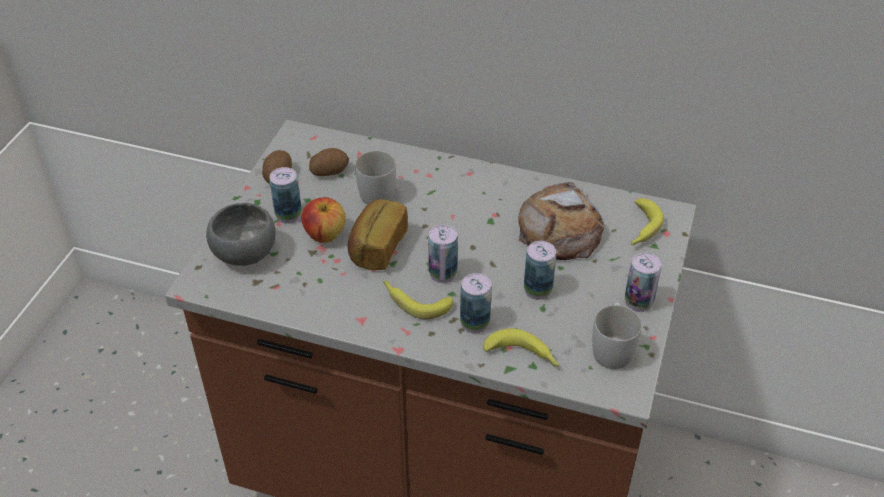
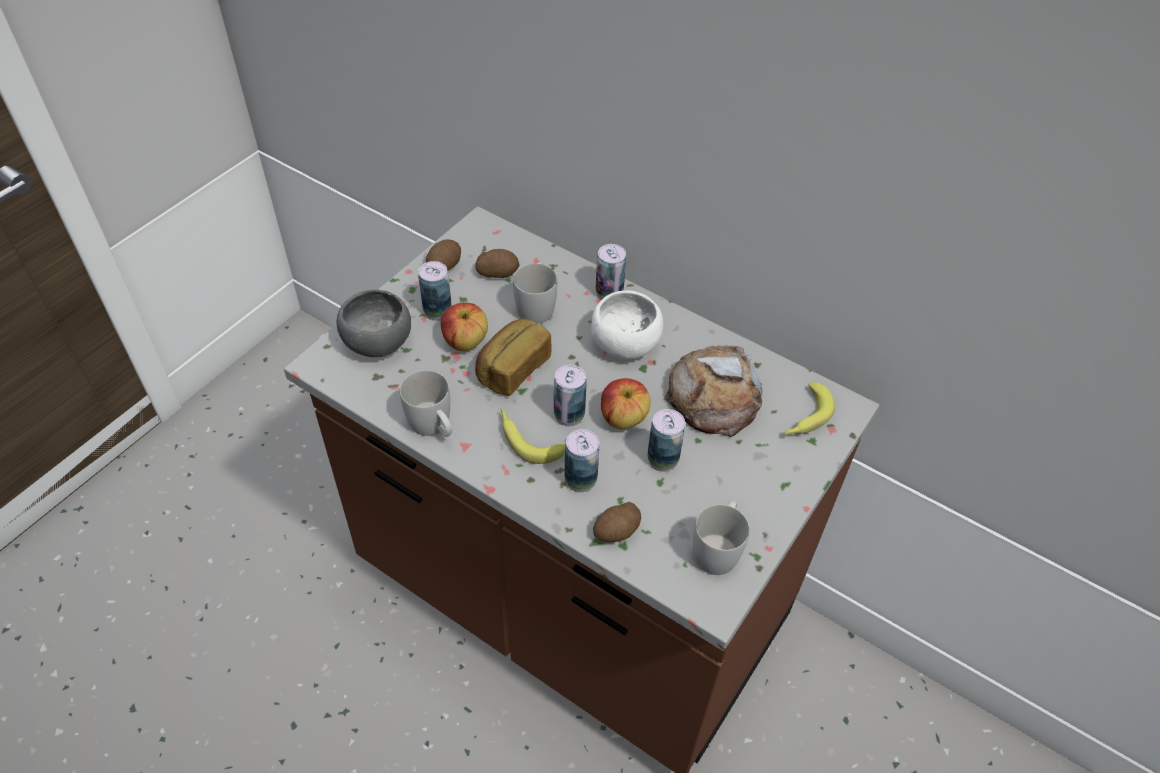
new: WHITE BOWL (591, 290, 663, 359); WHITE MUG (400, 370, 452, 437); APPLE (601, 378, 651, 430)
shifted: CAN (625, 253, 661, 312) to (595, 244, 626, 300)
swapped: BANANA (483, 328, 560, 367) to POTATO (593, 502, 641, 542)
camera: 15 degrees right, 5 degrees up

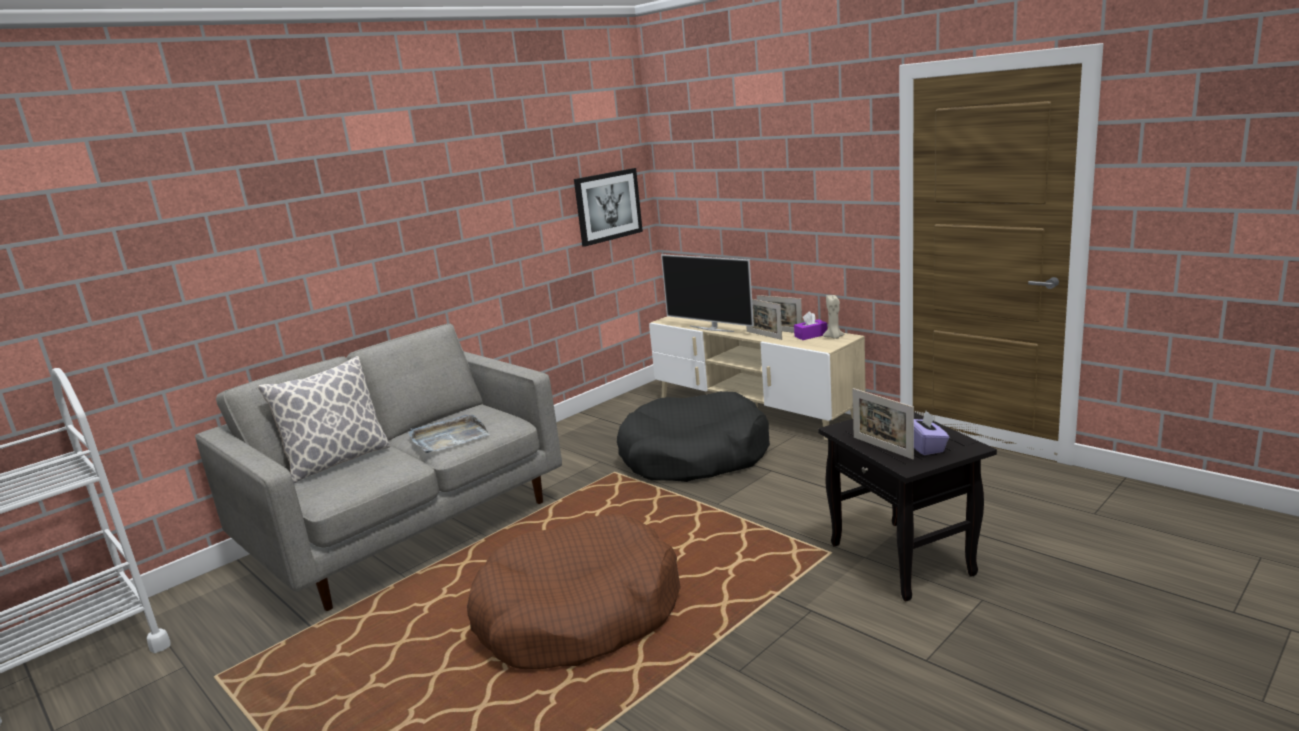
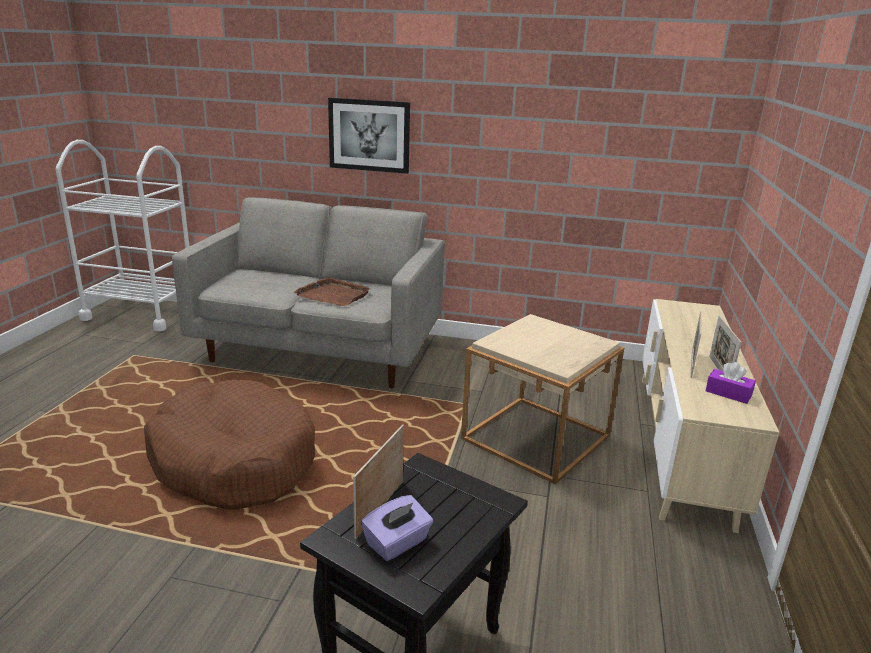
gone: TELEVISION (661, 254, 754, 332); BEIGE CANDLE (823, 295, 844, 339); PILLOW (258, 356, 391, 483)
shifted: PICTURE (574, 168, 643, 247) to (328, 98, 410, 174)
swapped: BLACK DOG BED (617, 391, 770, 482) to BEIGE SIDE TABLE (461, 314, 624, 484)
repainted: GREY TRAY (408, 415, 490, 453) to BROWN TRAY (294, 277, 370, 306)
camera: 55 degrees right, 5 degrees up

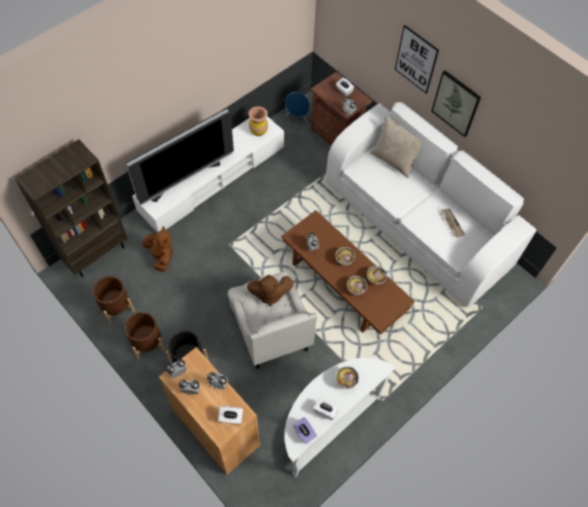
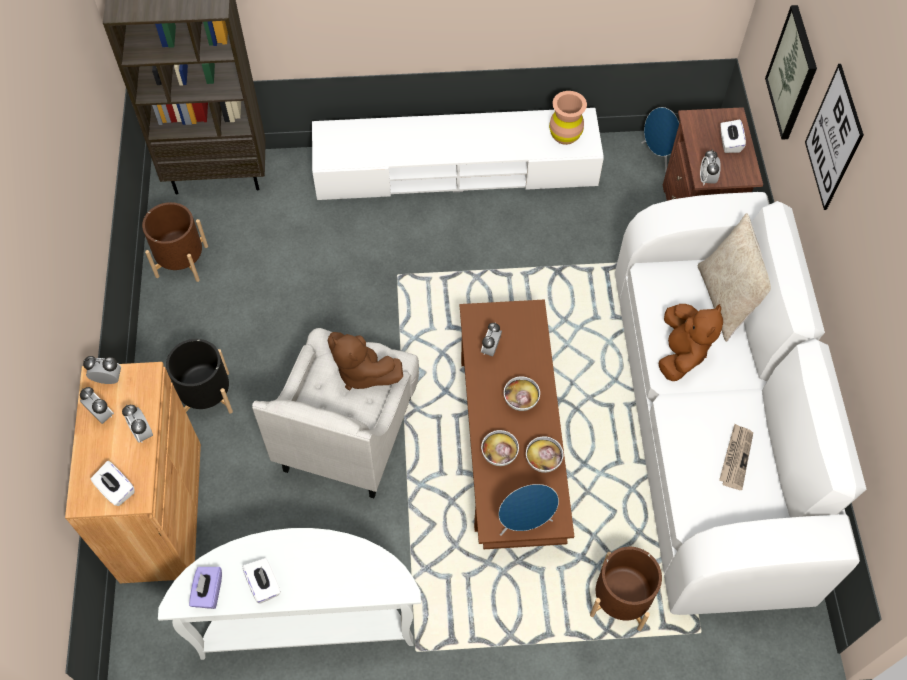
gone: TELEVISION (125, 108, 234, 205); BOWL (336, 366, 359, 389)
new: BLUE SPEAKER (498, 484, 559, 536)
shifted: PICTURE (431, 70, 481, 137) to (765, 5, 817, 140); BROWN PLUSH TOY (142, 227, 173, 272) to (658, 304, 723, 381); BROWN PLANTER (125, 312, 165, 359) to (590, 547, 662, 631)
camera: 40 degrees right, 0 degrees up

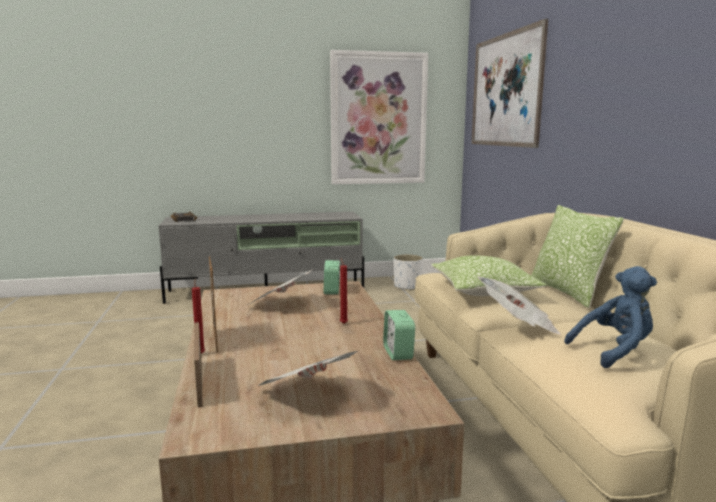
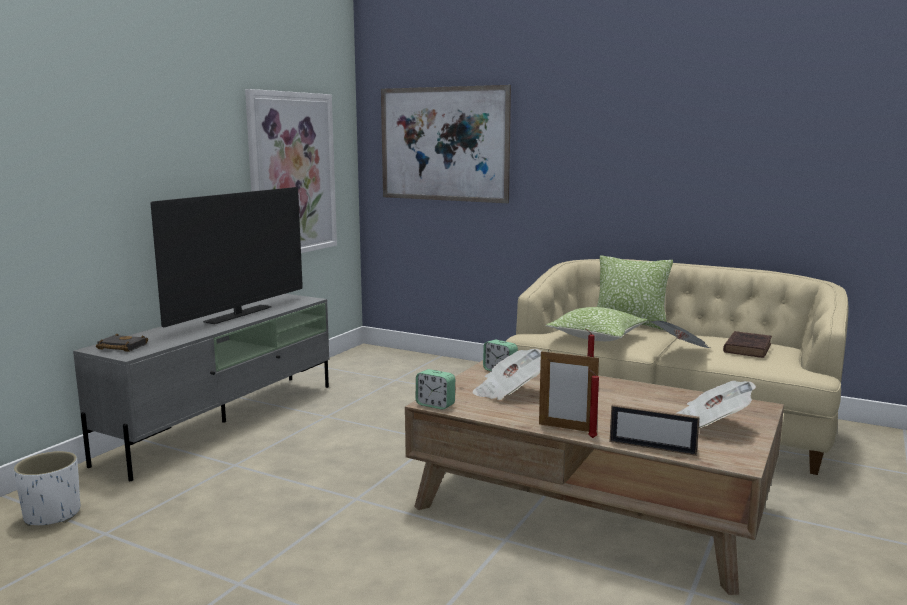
new: TELEVISION (150, 187, 303, 327)
shifted: WHITE PLANTER (393, 254, 423, 291) to (13, 451, 80, 526); ALARM CLOCK (383, 310, 415, 360) to (416, 369, 455, 410)
swapped: BLUE PLUSH TOY (564, 266, 657, 368) to BROWN BOOK (723, 331, 772, 358)
camera: 50 degrees left, 0 degrees up

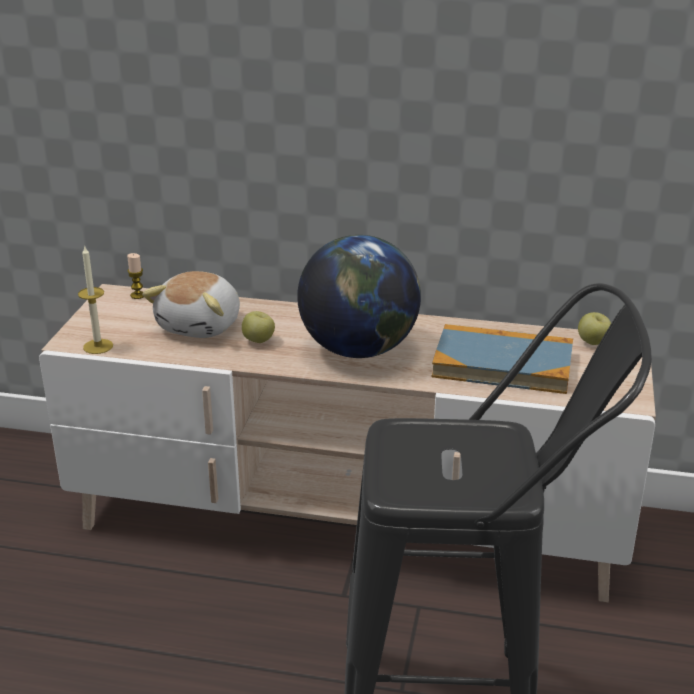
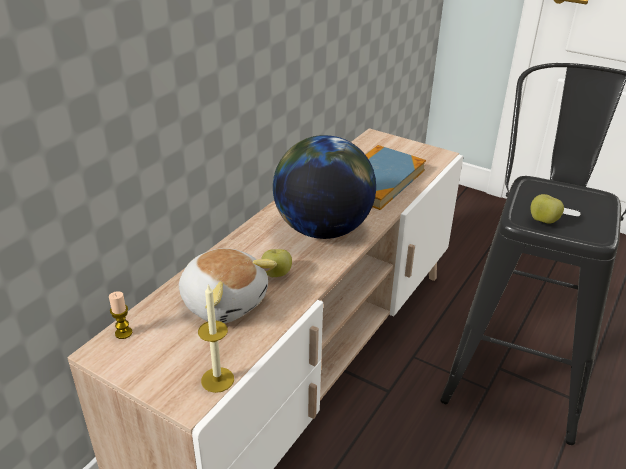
shifted: APPLE (578, 312, 611, 345) to (531, 194, 564, 224)
camera: 70 degrees left, 5 degrees up

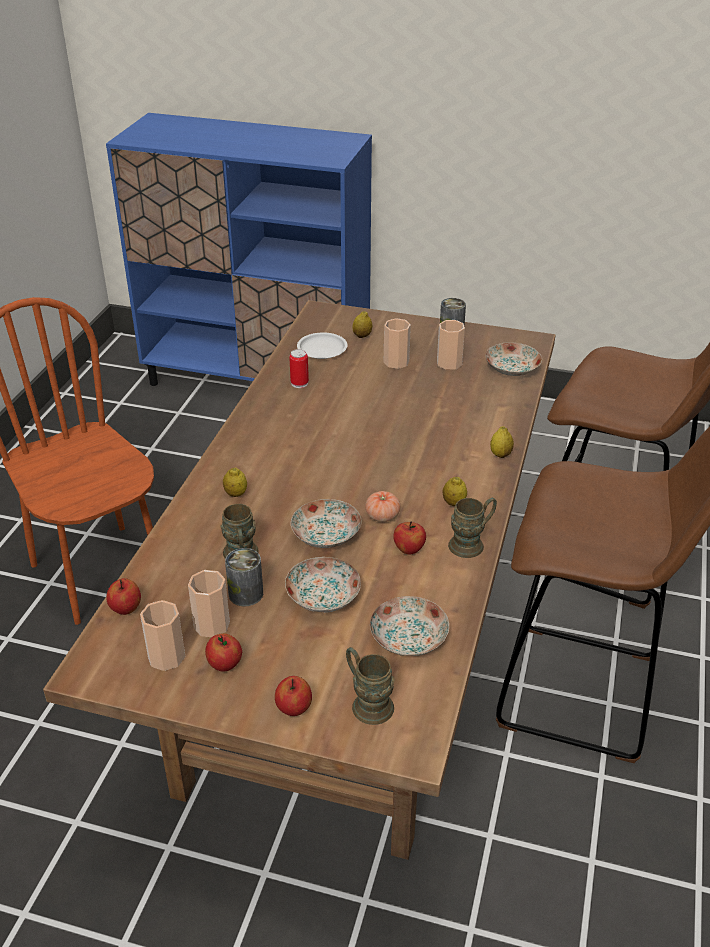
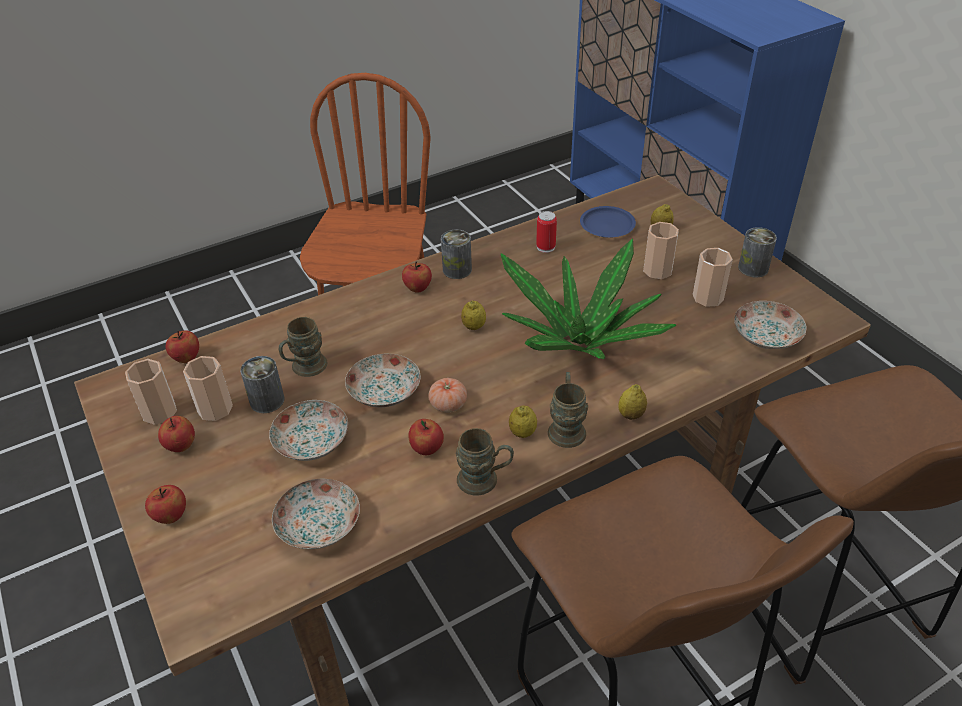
new: CAN (441, 229, 472, 279); POTTED PLANT (501, 238, 677, 359); APPLE (402, 261, 432, 293)
shifted: LEMON (223, 468, 247, 497) to (461, 300, 486, 330); BROWN MUG (346, 647, 395, 725) to (548, 372, 588, 448)
repainted: WHITE PLATE (297, 332, 348, 359) to BLUE PLATE (580, 206, 636, 238)
camera: 45 degrees right, 5 degrees up

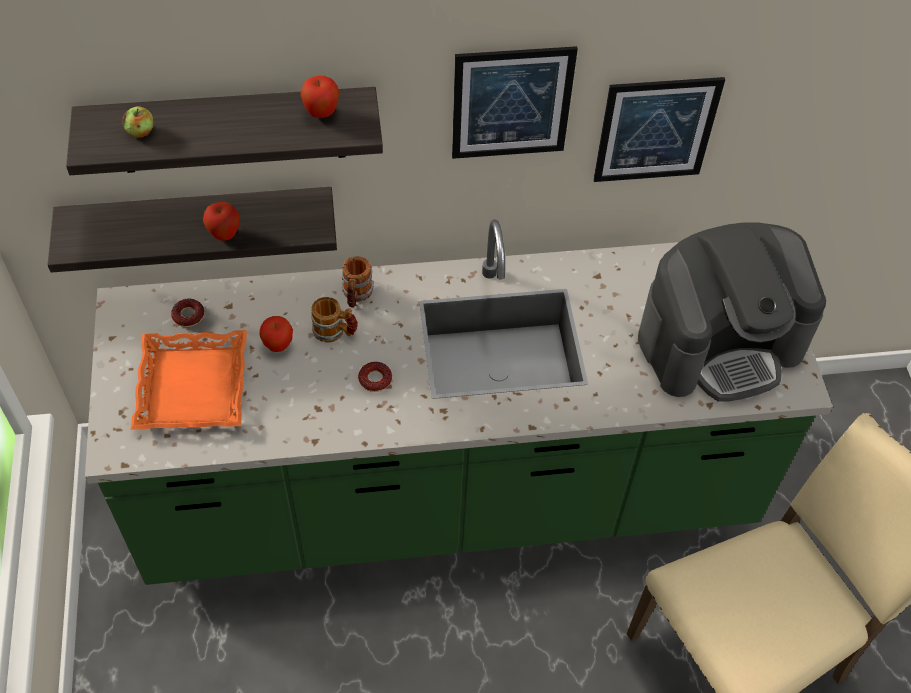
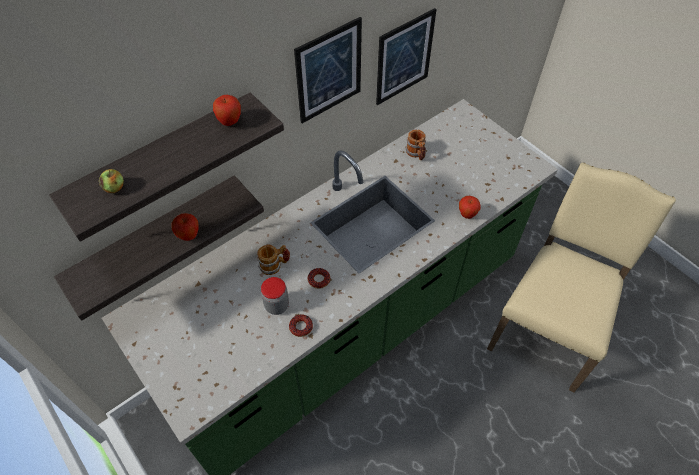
gone: COFFEE MACHINE (638, 222, 826, 402); ORANGE TRAY (130, 330, 247, 430)
new: JAR (261, 277, 289, 315)
shifted: MUG (342, 256, 374, 307) to (405, 129, 426, 160); DONUT (171, 299, 204, 327) to (289, 315, 313, 337); APPLE (259, 316, 293, 352) to (459, 196, 481, 219)
camera: 30 degrees left, 0 degrees up

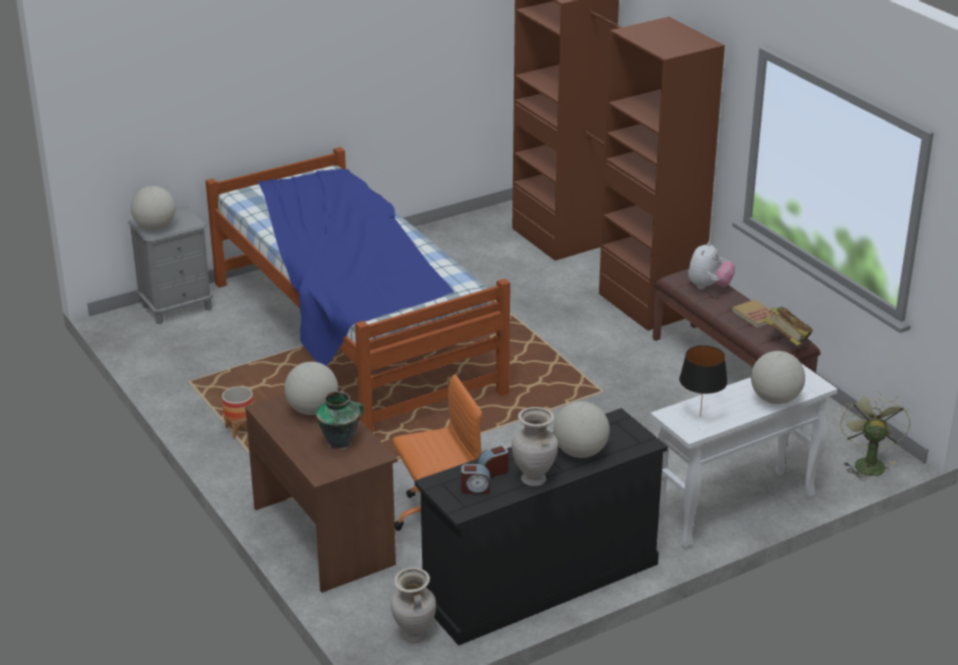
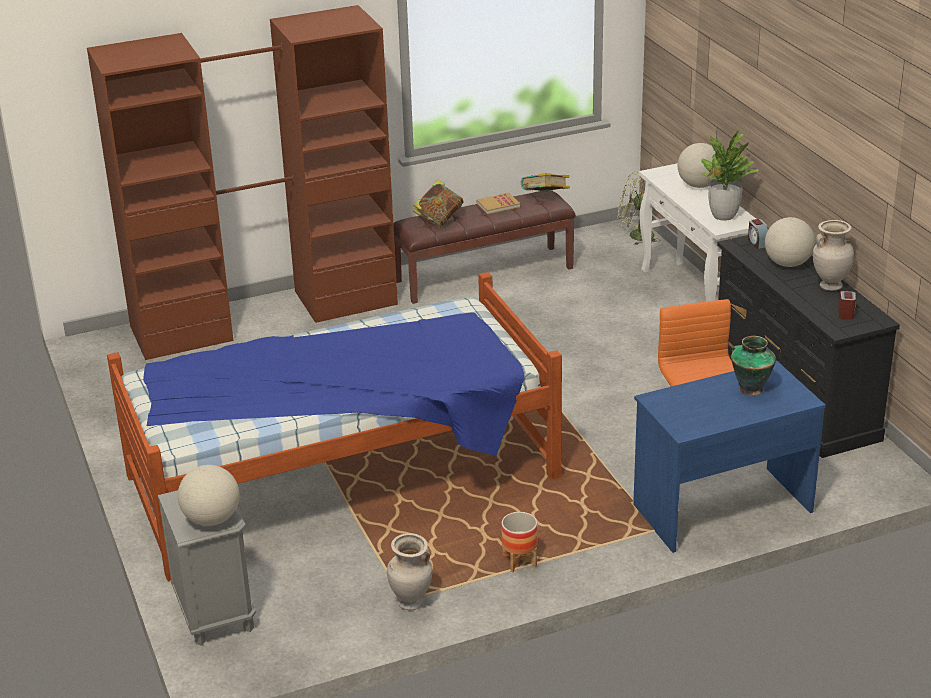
gone: GLOBE (284, 362, 338, 415)
shifted: ALARM CLOCK (478, 445, 508, 478) to (748, 219, 769, 249); BEIGE VASE (391, 568, 436, 643) to (387, 533, 432, 610)
swapped: PLUSH TOY (688, 242, 735, 290) to BOOK (413, 179, 464, 228); BLACK TABLE LAMP (679, 345, 728, 417) to POTTED PLANT (700, 130, 759, 221)
repainted: BROWN DESK (245, 394, 398, 593) to BLUE DESK (633, 360, 825, 553)
camera: 80 degrees left, 0 degrees up

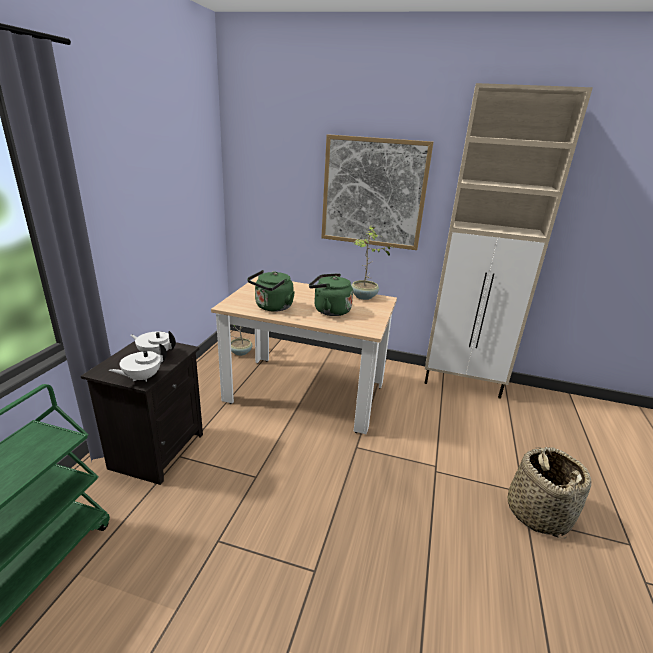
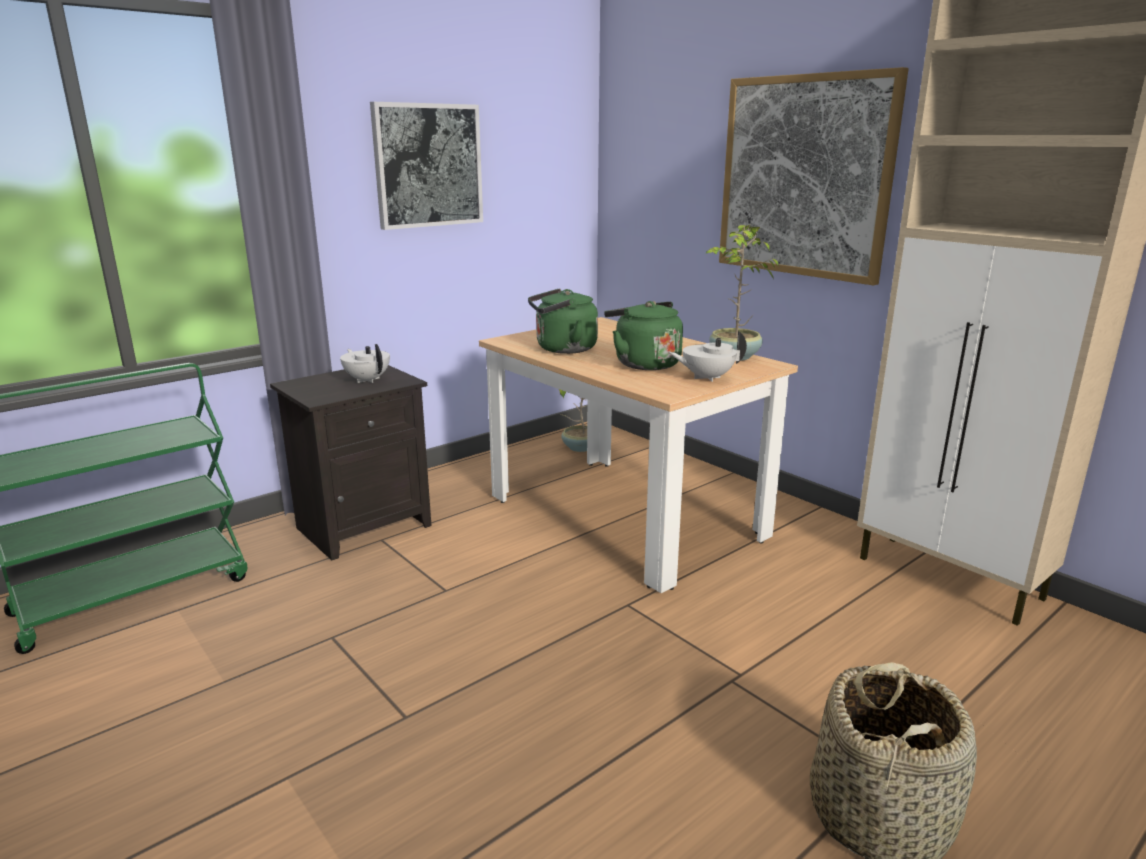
new: PICTURE (370, 102, 483, 230)
shifted: WHITE TEAPOT (109, 343, 167, 382) to (669, 331, 747, 382)
camera: 35 degrees right, 5 degrees down

